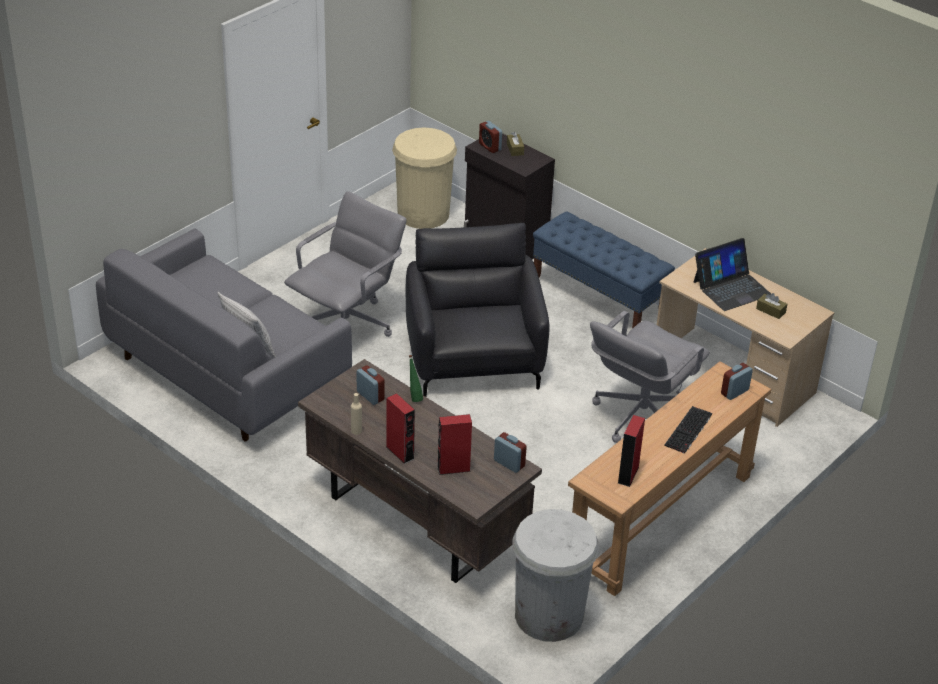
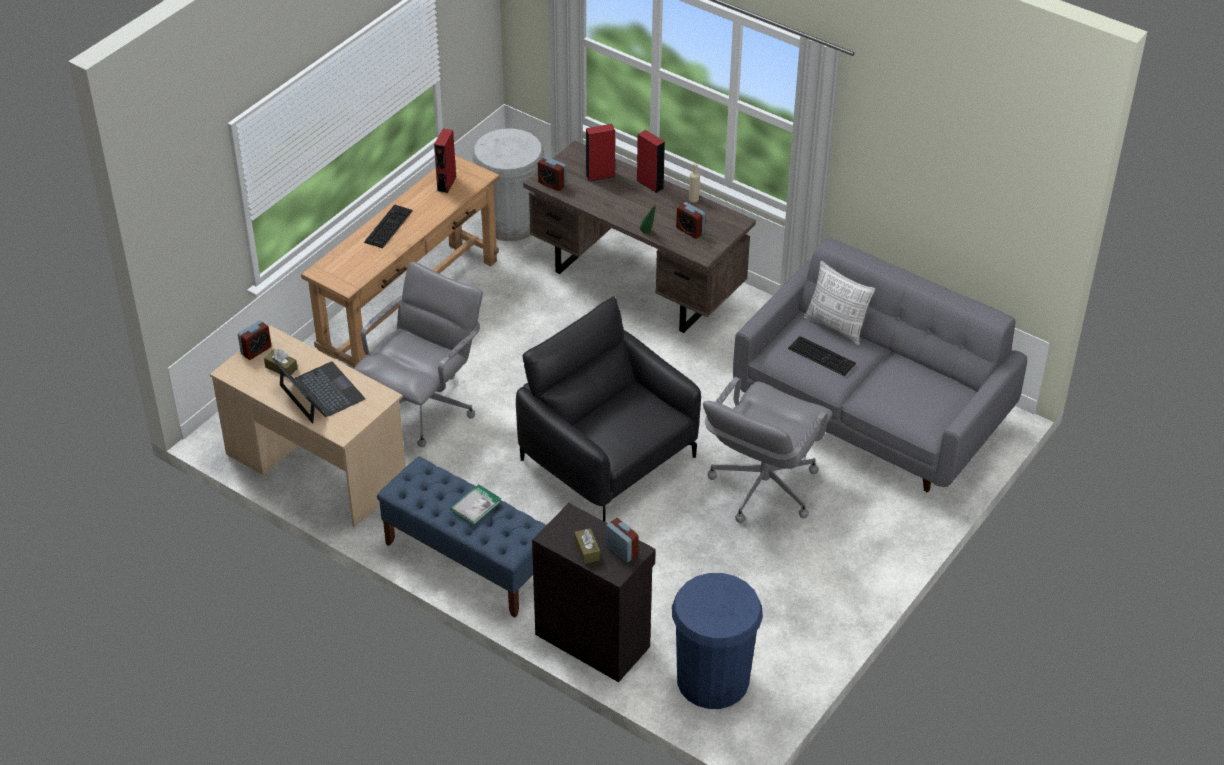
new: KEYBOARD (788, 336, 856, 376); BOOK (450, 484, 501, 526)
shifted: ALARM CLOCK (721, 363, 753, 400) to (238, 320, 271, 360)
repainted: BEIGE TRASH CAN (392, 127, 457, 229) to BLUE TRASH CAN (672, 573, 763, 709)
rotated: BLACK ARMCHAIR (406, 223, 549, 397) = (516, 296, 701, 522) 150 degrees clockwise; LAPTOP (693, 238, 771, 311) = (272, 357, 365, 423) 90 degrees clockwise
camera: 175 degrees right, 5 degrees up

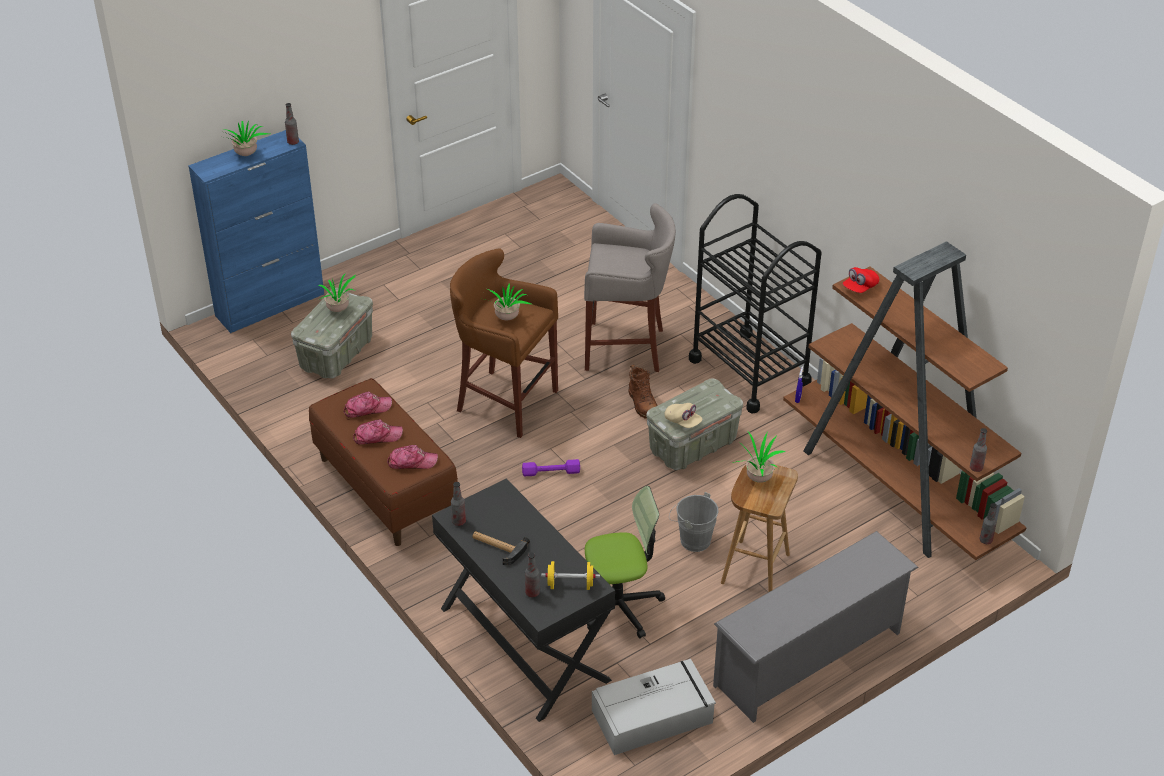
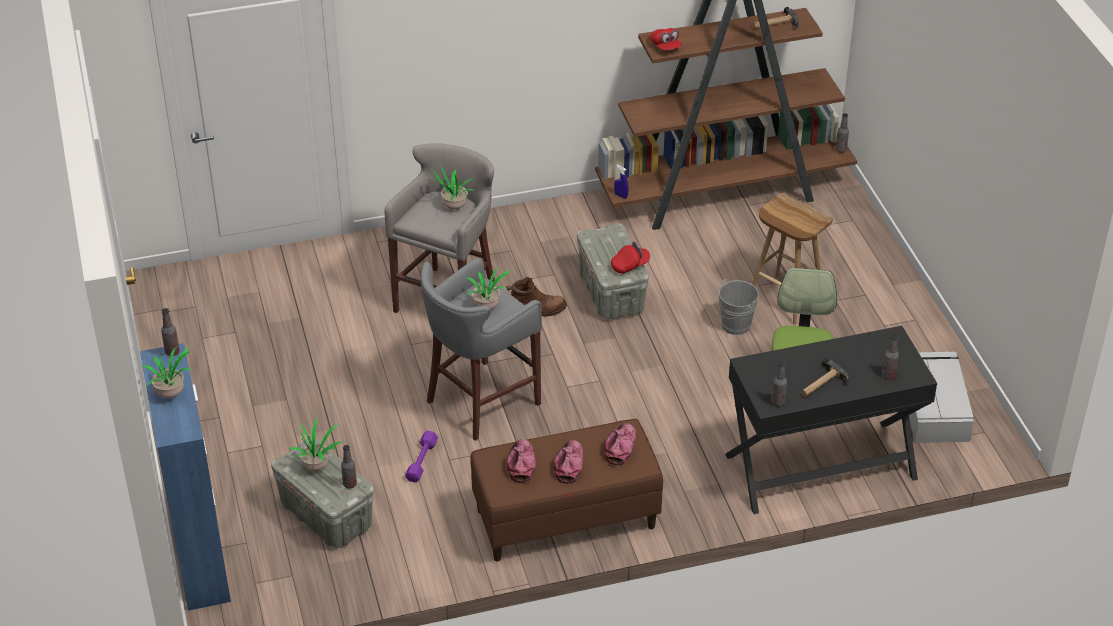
gone: BLACK CART (689, 194, 822, 414); GREY SHOE RACK (713, 531, 919, 723); YELLOW DUMBBELL (541, 561, 600, 590)
new: HAMMER (753, 7, 799, 30)
shifted: BOTTLE (970, 428, 987, 472) to (341, 445, 357, 489); POTTED PLANT (733, 430, 786, 483) to (428, 165, 474, 209); PURPLE DUMBBELL (522, 459, 580, 476) to (405, 431, 438, 482)
repainted: BROWN STOOL (450, 249, 558, 438) to GREY STOOL (421, 258, 542, 441); BEIGE CAP (664, 403, 702, 428) to RED CAP (611, 242, 650, 274)
camera: 70 degrees left, 0 degrees up

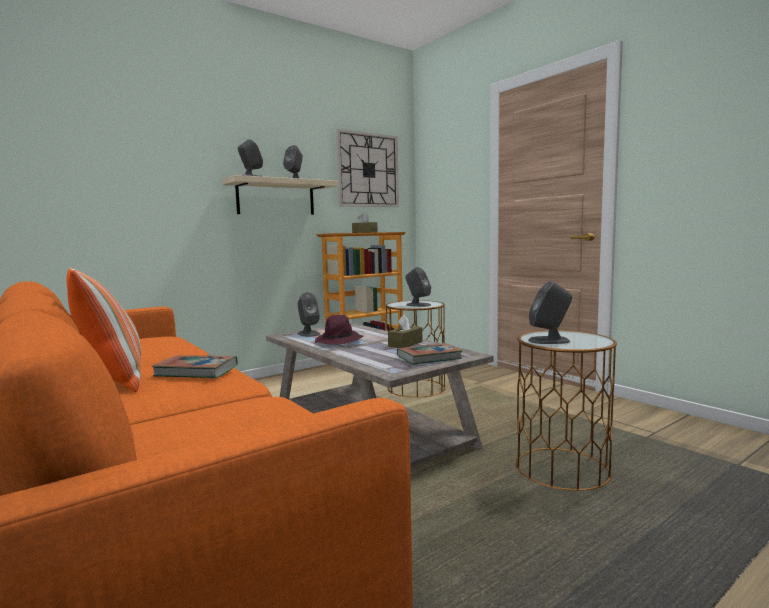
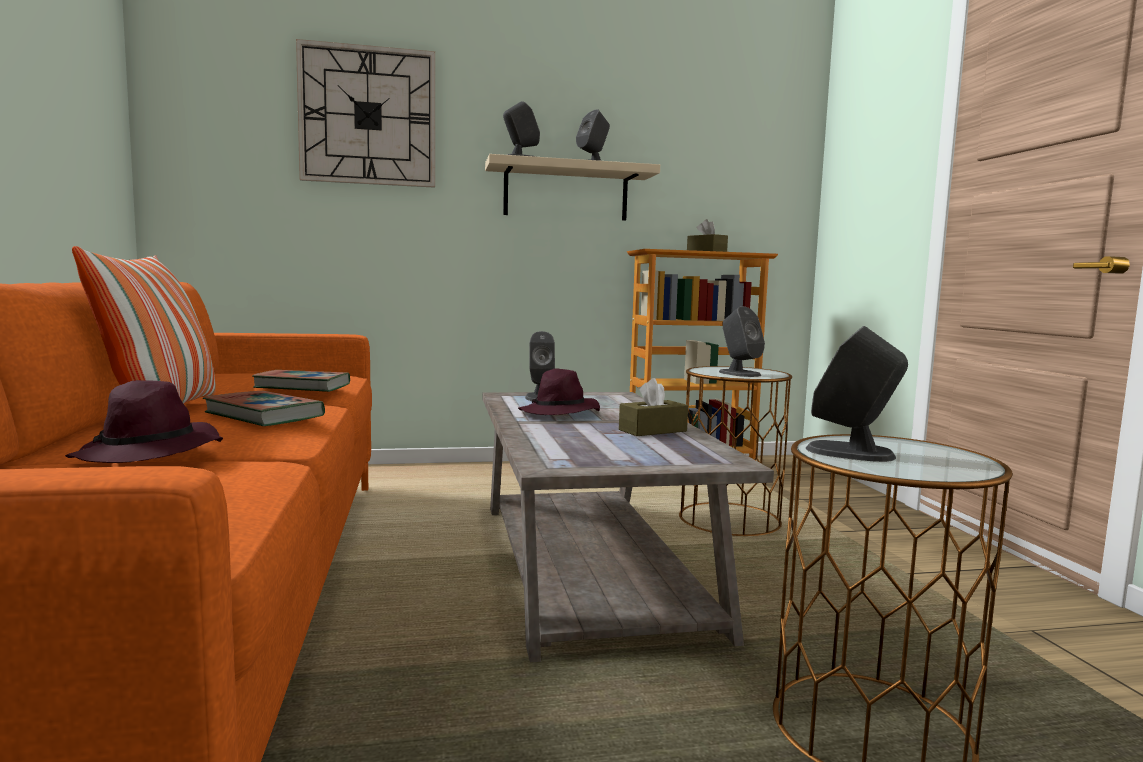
new: PURPLE HAT (65, 380, 223, 463)
shifted: WALL CLOCK (336, 129, 399, 207) to (296, 39, 435, 188); BOOK (397, 343, 463, 364) to (252, 370, 350, 392)
camera: 25 degrees right, 0 degrees up

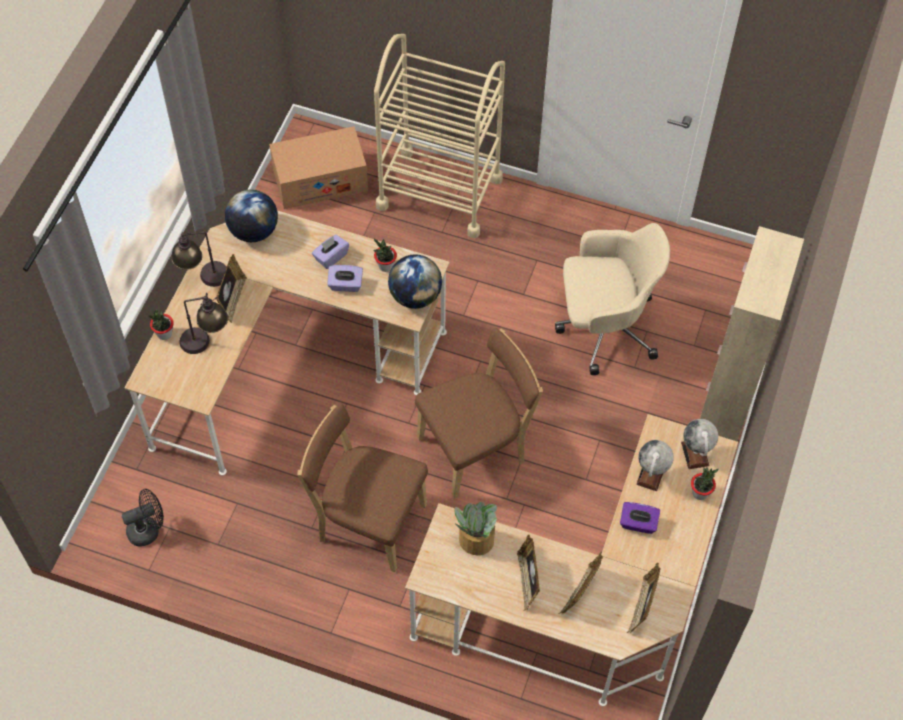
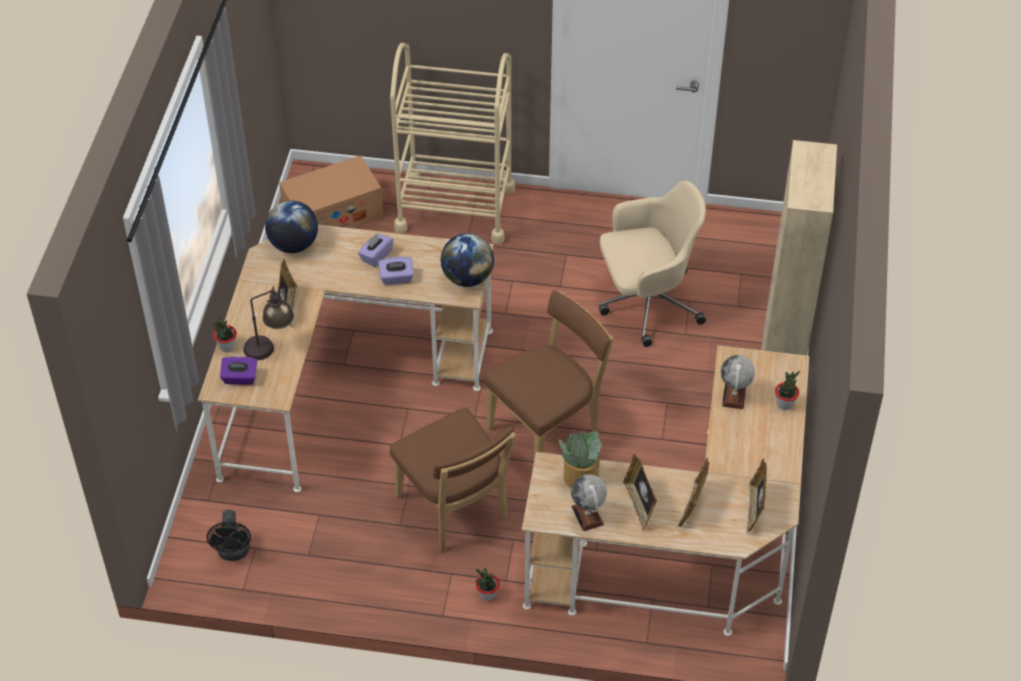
gone: TABLE LAMP (171, 232, 227, 287)
shifted: POTTED PLANT (373, 239, 397, 272) to (476, 567, 500, 601); GLOBE (681, 419, 718, 469) to (571, 474, 607, 531); PURPLE TISSUE BOX (620, 502, 660, 534) to (220, 357, 257, 385)
rotated: BROWN CHAIR (297, 404, 428, 572) = (390, 408, 516, 551) 135 degrees counterclockwise; BLACK FAN (122, 489, 164, 547) = (206, 510, 251, 561) 120 degrees clockwise
camera: 10 degrees left, 10 degrees down

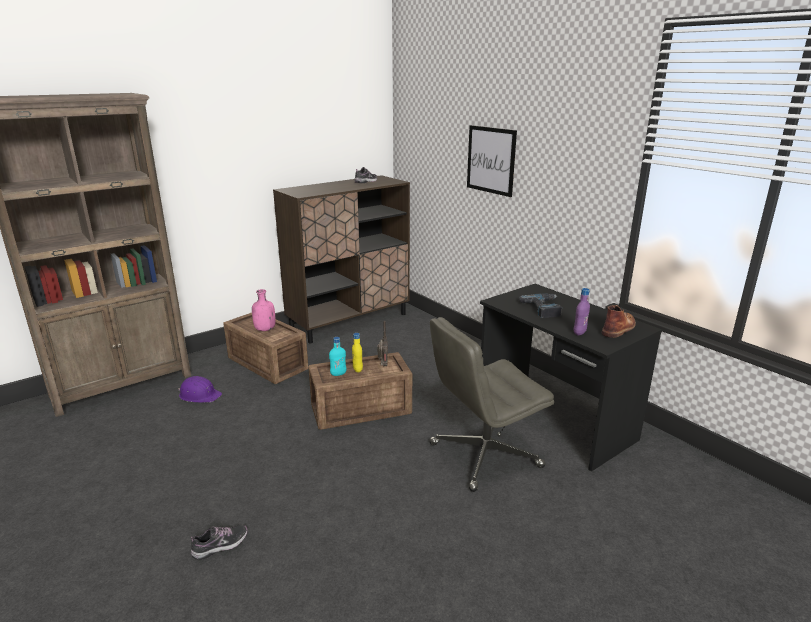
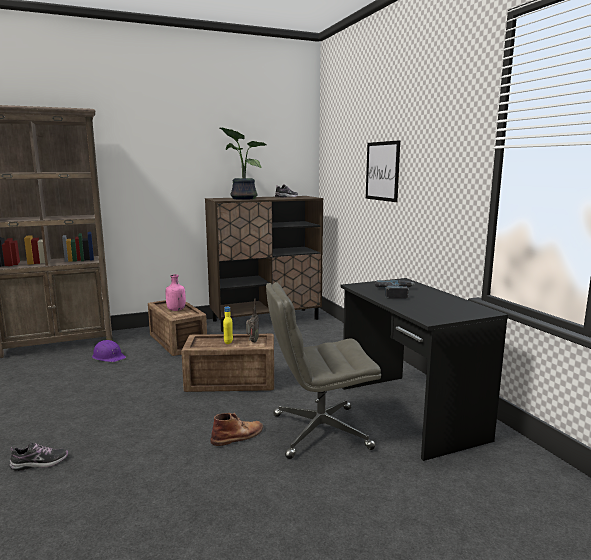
gone: PURPLE BOTTLE (574, 288, 590, 335); TURQUOISE BOTTLE (329, 337, 347, 376)
new: POTTED PLANT (220, 128, 266, 200)
shifted: BROWN BOOT (602, 305, 636, 338) to (211, 413, 263, 446)
camera: 15 degrees right, 10 degrees down

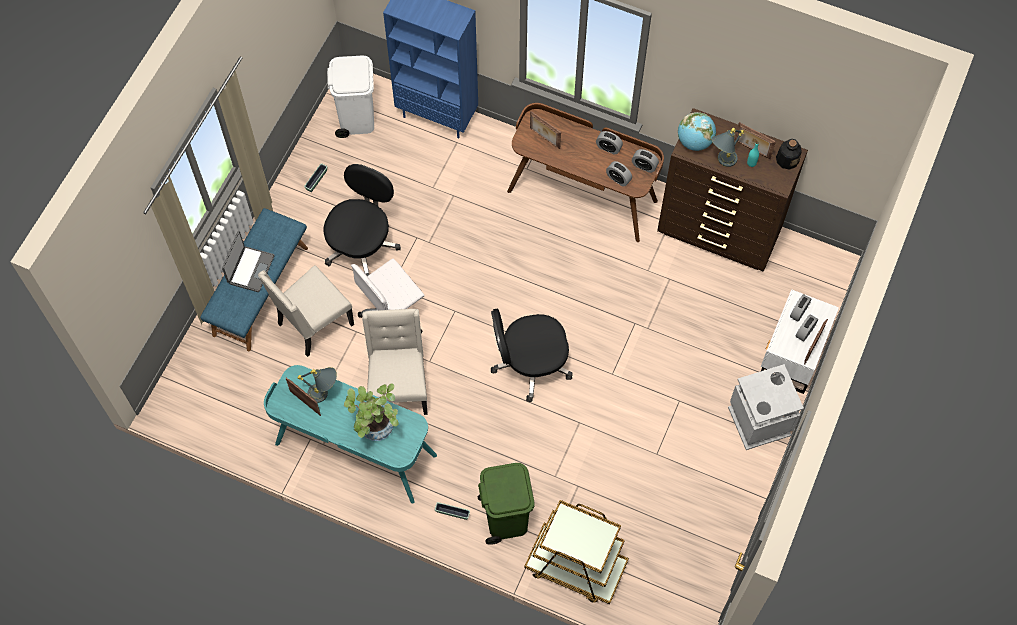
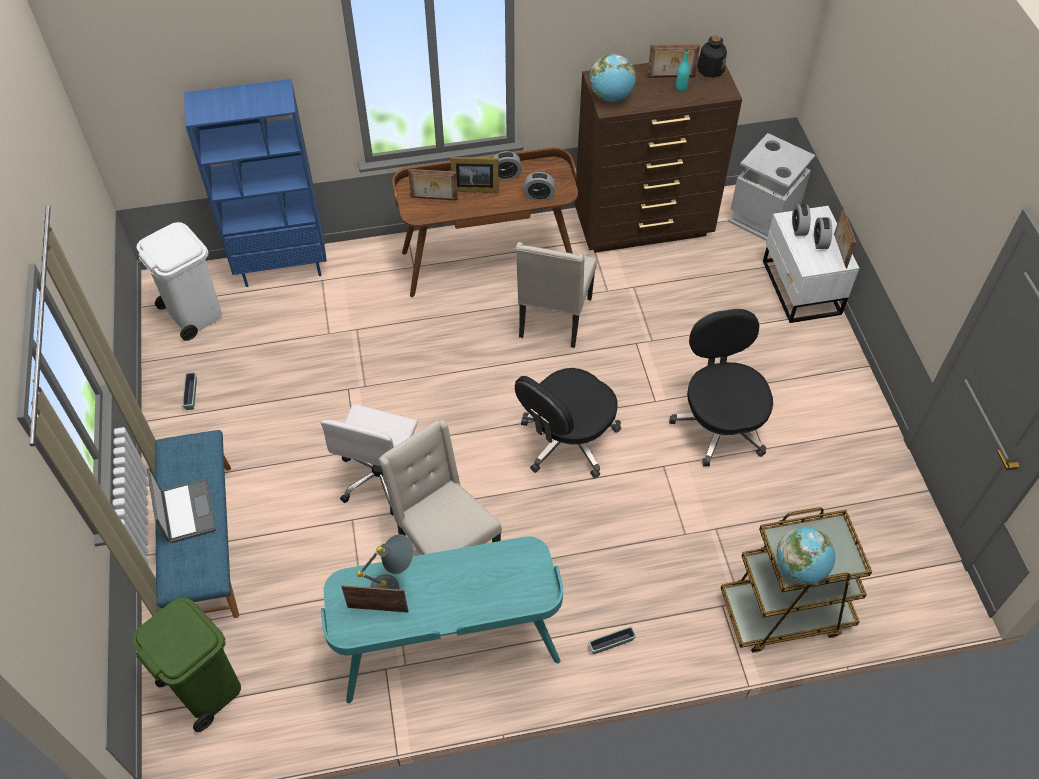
gone: GREY TABLE LAMP (712, 128, 744, 167); ALARM CLOCK (632, 149, 659, 173); POTTED PLANT (344, 383, 399, 441)
new: PICTURE FRAME (450, 157, 499, 193); GLOBE (777, 527, 835, 585)
shifted: BLACK OFFICE CHAIR (324, 164, 401, 276) to (669, 309, 773, 466); BEIGE CHAIR (258, 265, 354, 357) to (516, 242, 597, 348); GREY TRASH CAN (728, 364, 804, 450) to (728, 133, 815, 241); GREEN TRASH CAN (478, 463, 535, 545) to (132, 597, 241, 732)
camera: 35 degrees left, 10 degrees down

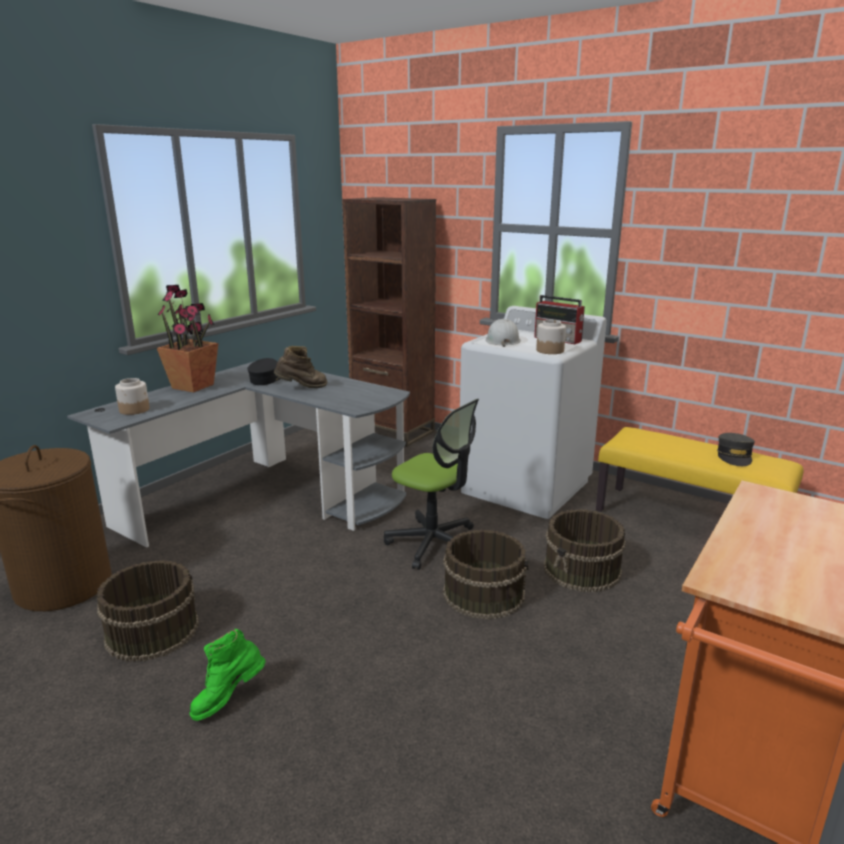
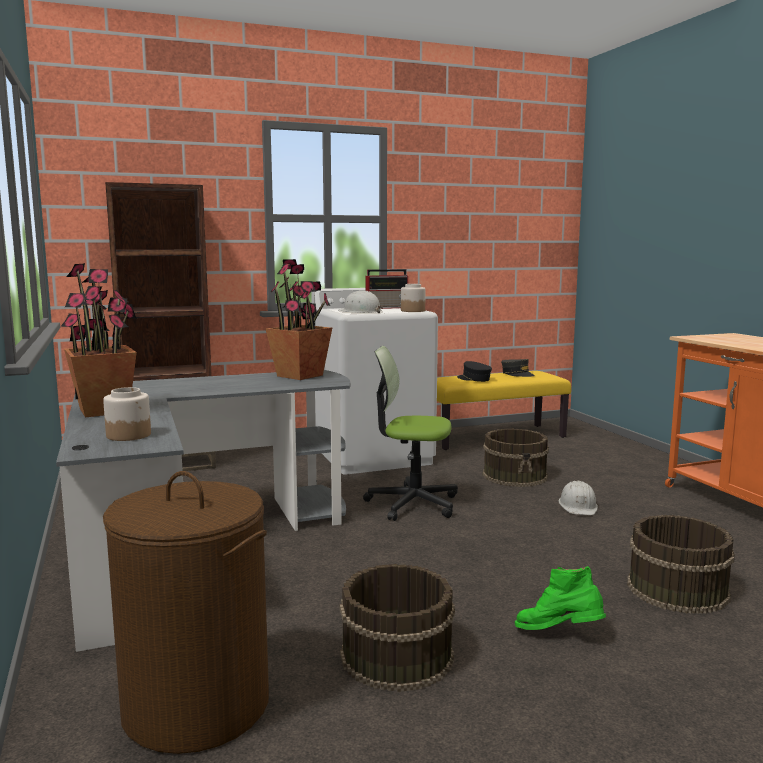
gone: BROWN BOOT (274, 346, 327, 388)
new: POTTED PLANT (265, 259, 332, 380); WHITE HARD HAT (559, 481, 598, 515)
shifted: BLACK CAP (247, 358, 281, 385) to (457, 361, 492, 382); BROWN BUCKET (443, 530, 529, 619) to (627, 515, 735, 614)
rotated: OFFICE CHAIR (384, 399, 479, 570) = (363, 346, 458, 521) 150 degrees counterclockwise; GREEN BOOT (189, 629, 266, 721) = (515, 566, 606, 630) 120 degrees clockwise
camera: 55 degrees left, 10 degrees down

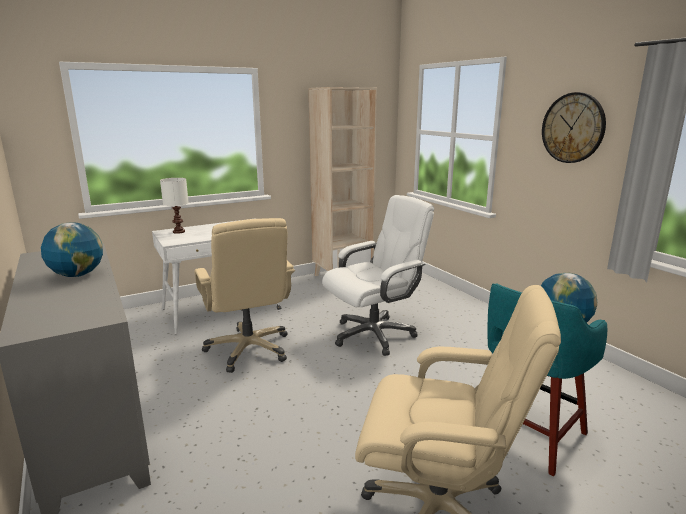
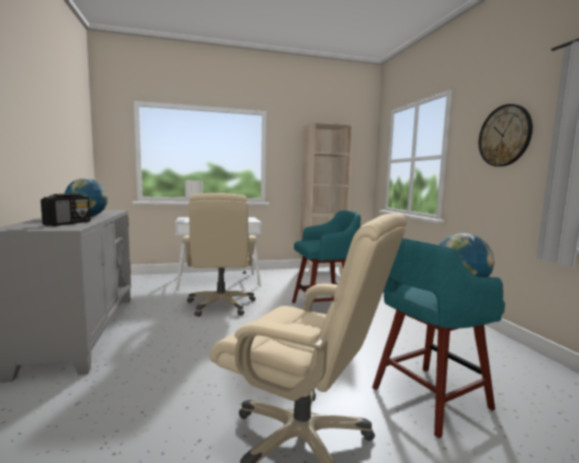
new: RADIO (41, 193, 90, 226)
swapped: WHITE OFFICE CHAIR (322, 195, 434, 356) to TURQUOISE STOOL (292, 211, 361, 303)
camera: 15 degrees right, 10 degrees down

